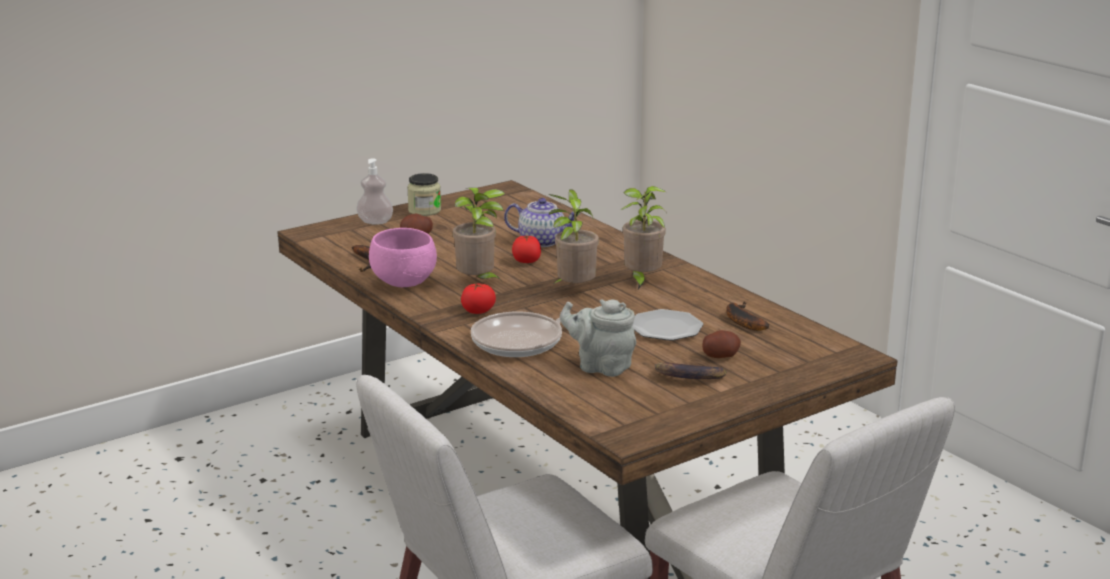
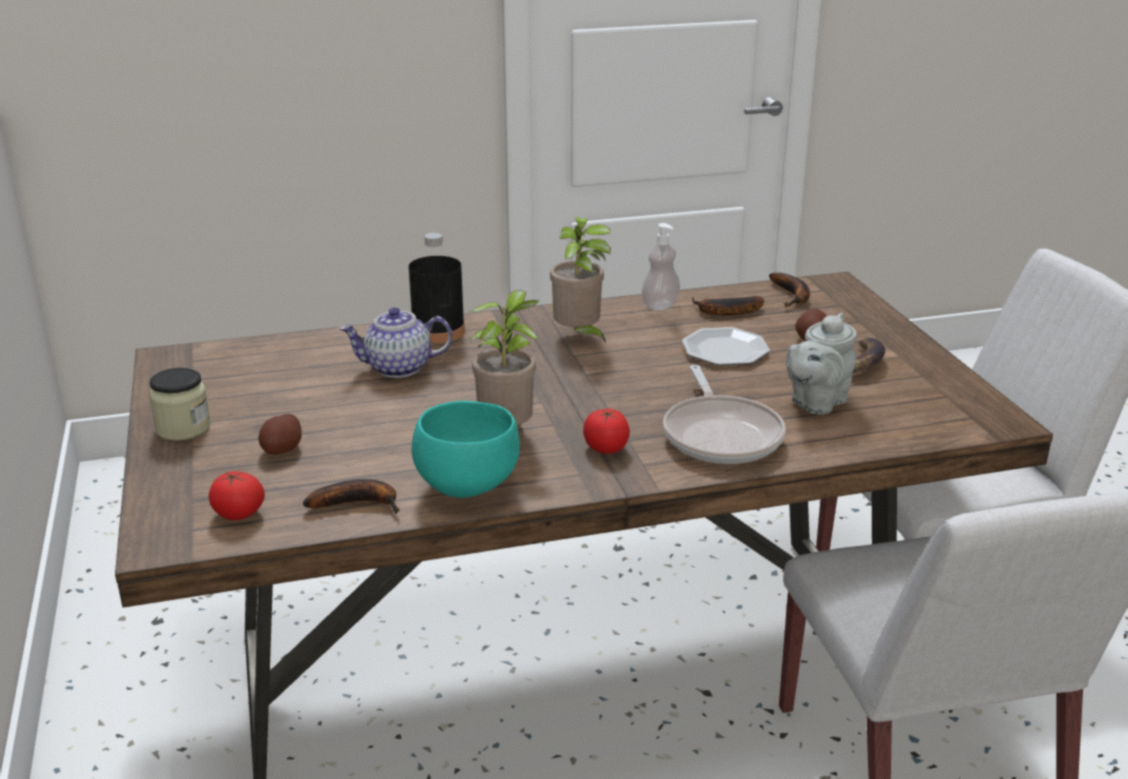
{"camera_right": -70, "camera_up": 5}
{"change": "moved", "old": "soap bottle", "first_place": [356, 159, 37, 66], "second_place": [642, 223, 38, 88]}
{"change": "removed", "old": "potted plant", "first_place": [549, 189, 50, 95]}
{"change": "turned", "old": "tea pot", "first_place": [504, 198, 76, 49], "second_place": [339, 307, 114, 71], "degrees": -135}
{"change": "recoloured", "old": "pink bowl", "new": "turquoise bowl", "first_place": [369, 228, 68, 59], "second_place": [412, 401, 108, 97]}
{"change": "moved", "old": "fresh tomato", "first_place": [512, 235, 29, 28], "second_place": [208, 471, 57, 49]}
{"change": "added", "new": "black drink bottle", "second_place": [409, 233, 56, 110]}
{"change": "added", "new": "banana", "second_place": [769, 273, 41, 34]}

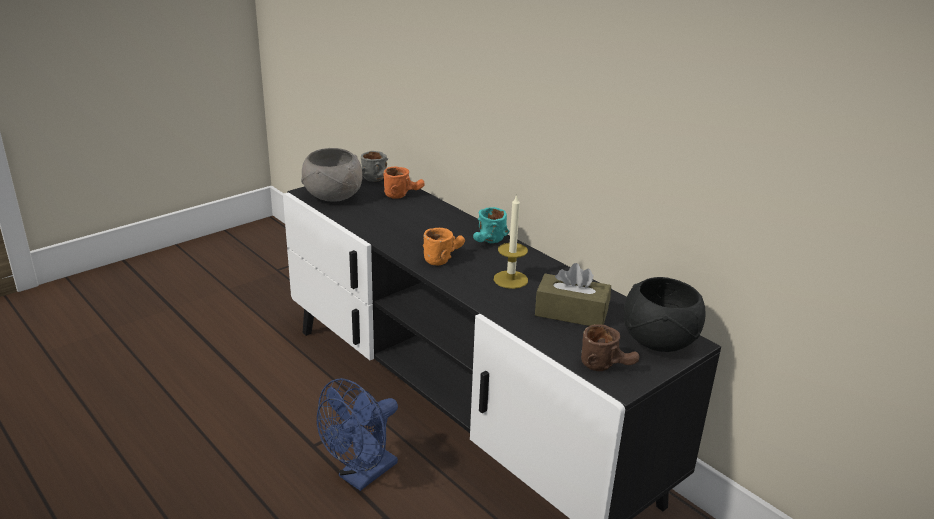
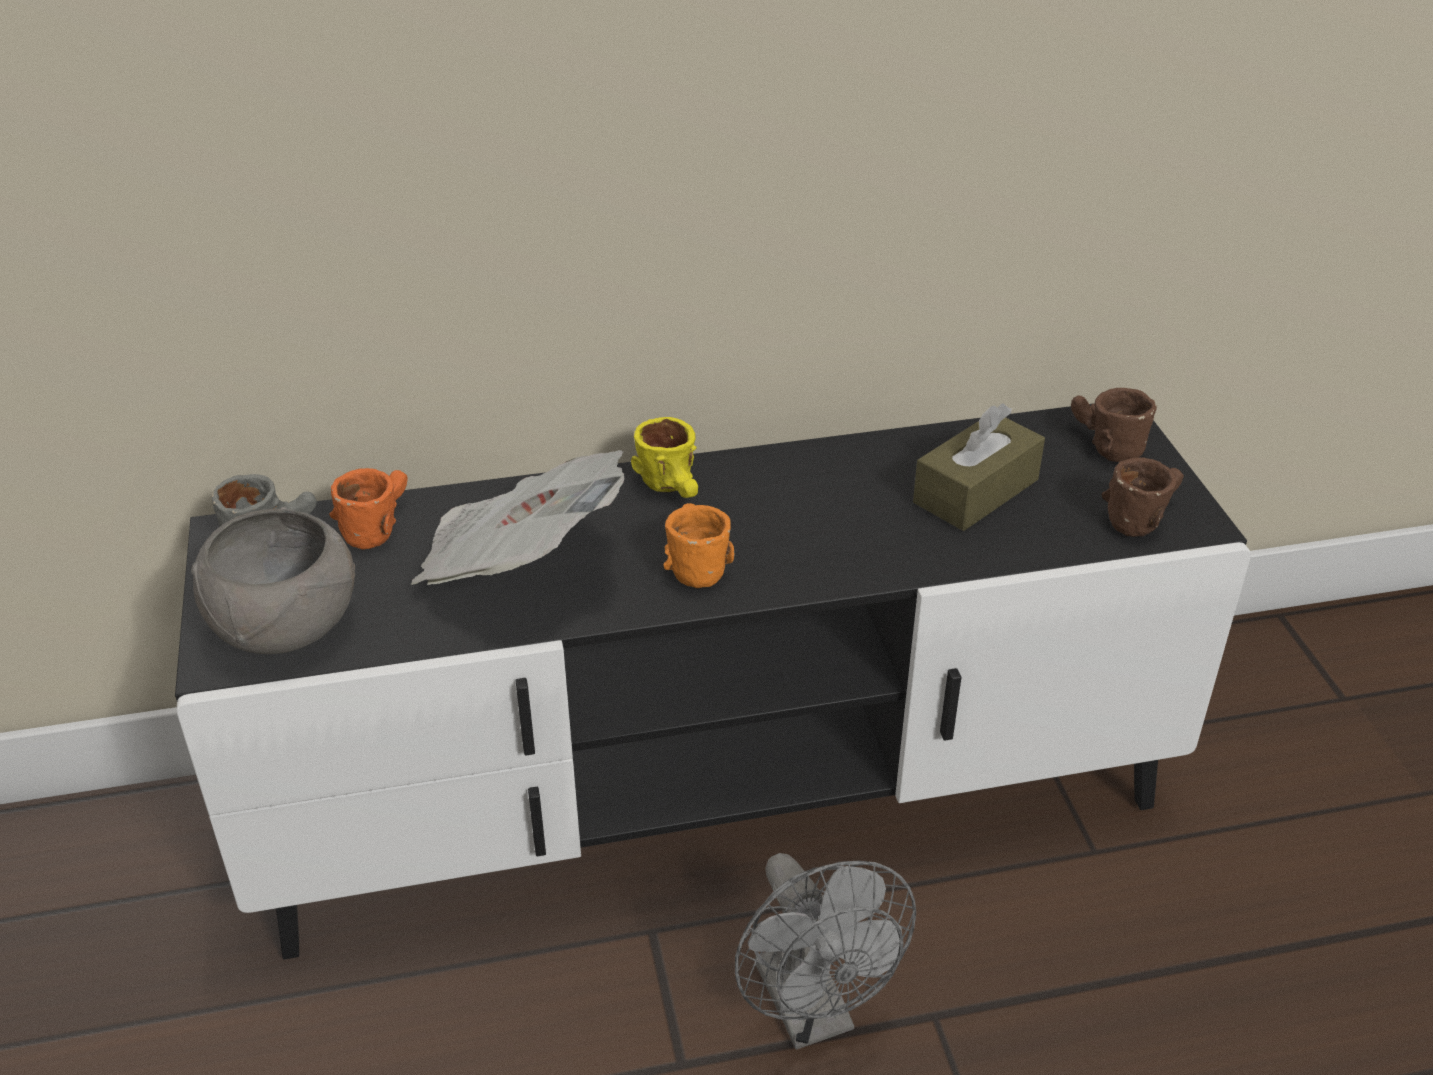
{"camera_right": -60, "camera_up": 10}
{"change": "removed", "old": "wax candle", "first_place": [494, 194, 34, 95]}
{"change": "recoloured", "old": "turquoise tea mug", "new": "yellowish tea mug", "first_place": [473, 207, 36, 36], "second_place": [631, 417, 67, 81]}
{"change": "replaced", "old": "black bowl", "new": "brown-coloured tea mug", "first_place": [623, 277, 83, 75], "second_place": [1071, 388, 86, 74]}
{"change": "recoloured", "old": "bluish cooling fan", "new": "grey cooling fan", "first_place": [317, 378, 81, 113], "second_place": [735, 853, 181, 197]}
{"change": "added", "new": "printed paper", "second_place": [410, 450, 215, 135]}

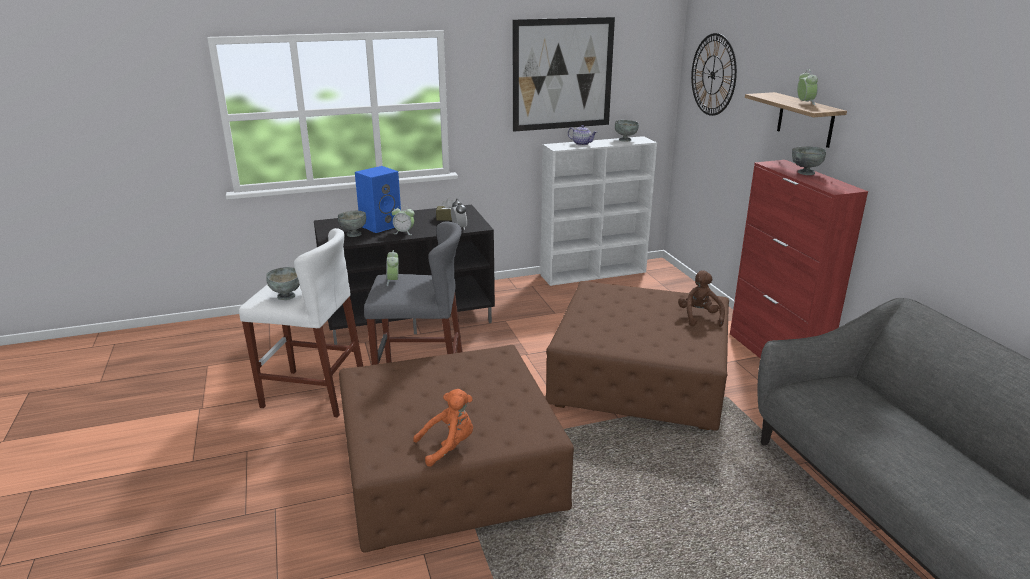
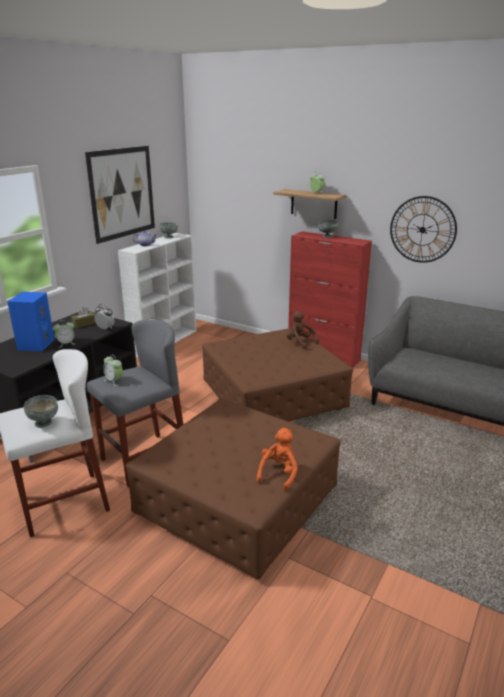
{"camera_right": -40, "camera_up": 0}
{"change": "moved", "old": "clock on the wall", "first_place": [691, 33, 46, 83], "second_place": [390, 196, 67, 67]}
{"change": "removed", "old": "grey bowl", "first_place": [338, 211, 28, 26]}

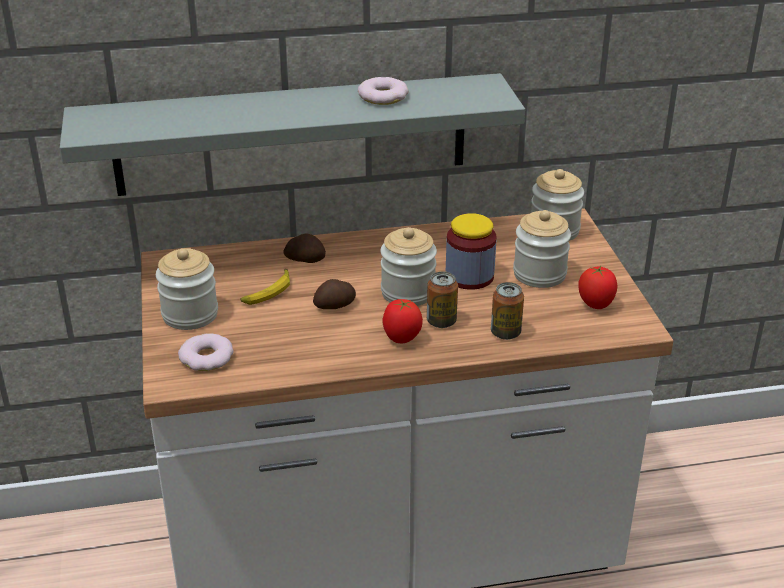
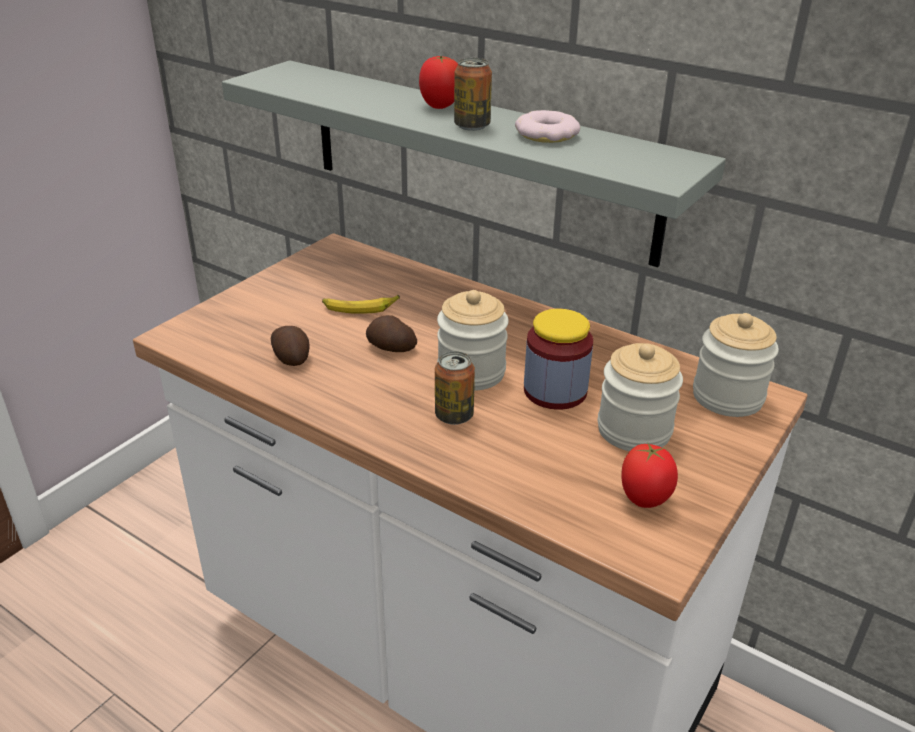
{"camera_right": 45, "camera_up": 0}
{"change": "moved", "old": "spud", "first_place": [284, 233, 42, 30], "second_place": [271, 326, 38, 40]}
{"change": "removed", "old": "storage jar", "first_place": [156, 248, 62, 82]}
{"change": "moved", "old": "sealed can", "first_place": [491, 282, 33, 58], "second_place": [454, 58, 38, 73]}
{"change": "moved", "old": "fresh tomato", "first_place": [383, 299, 40, 44], "second_place": [419, 56, 39, 53]}
{"change": "removed", "old": "donut", "first_place": [178, 333, 55, 38]}

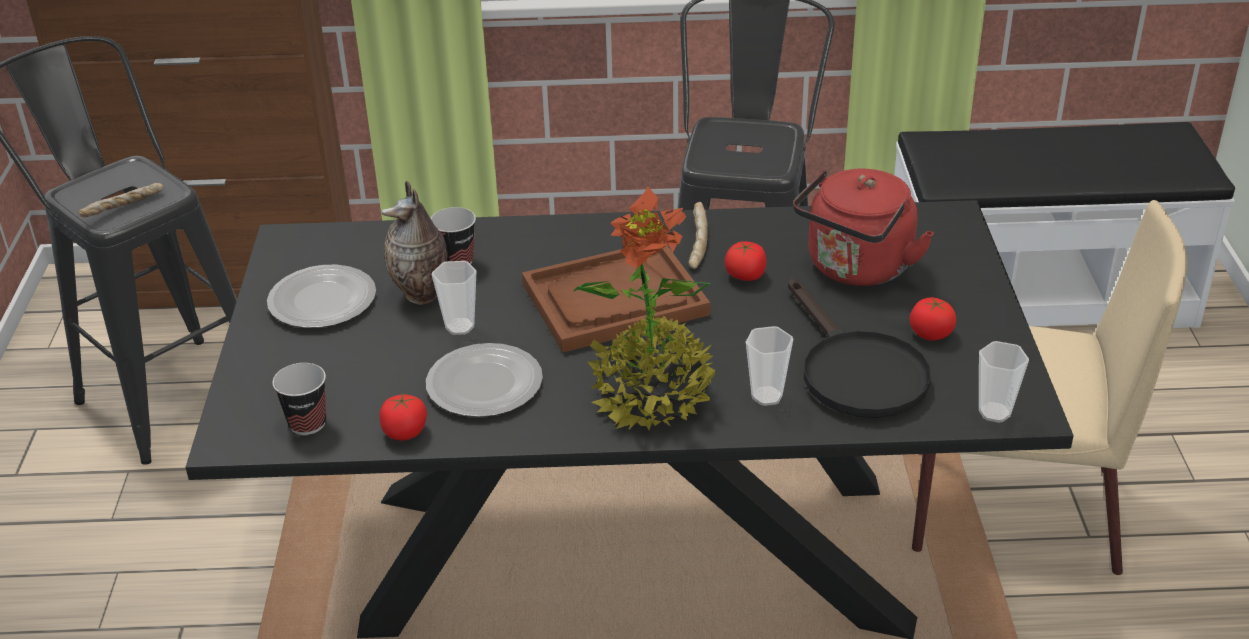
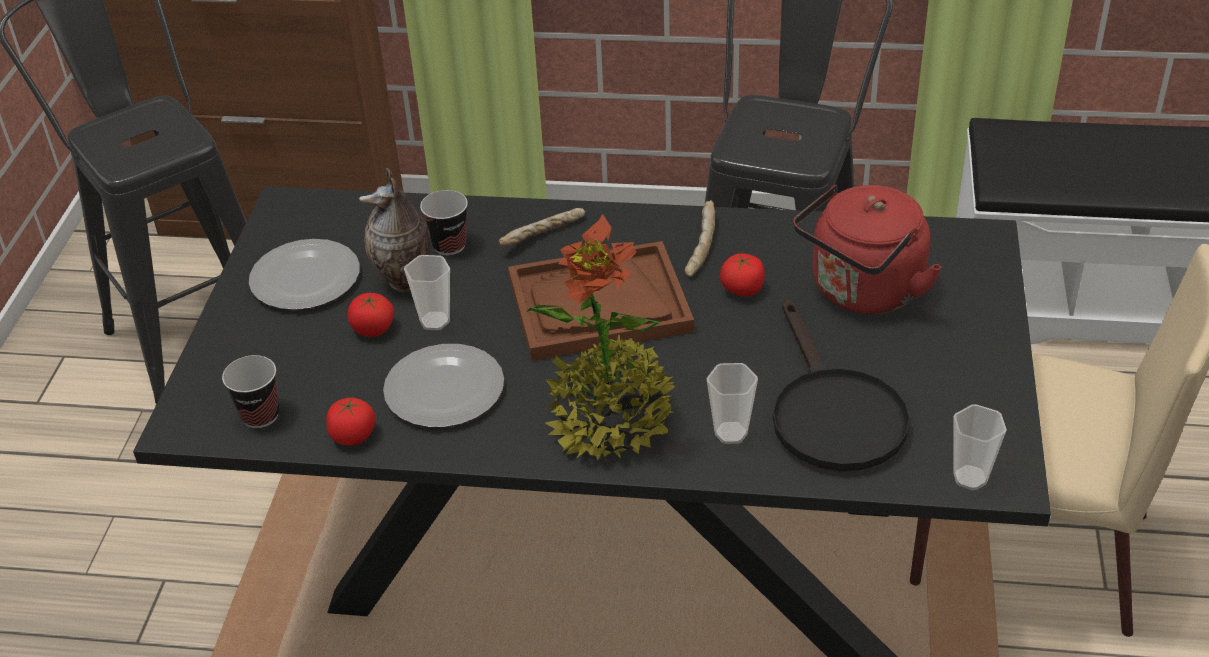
{"camera_right": 10, "camera_up": 5}
{"change": "moved", "old": "baked bread", "first_place": [79, 183, 85, 34], "second_place": [499, 208, 87, 39]}
{"change": "moved", "old": "fresh tomato", "first_place": [910, 297, 46, 44], "second_place": [347, 293, 47, 44]}

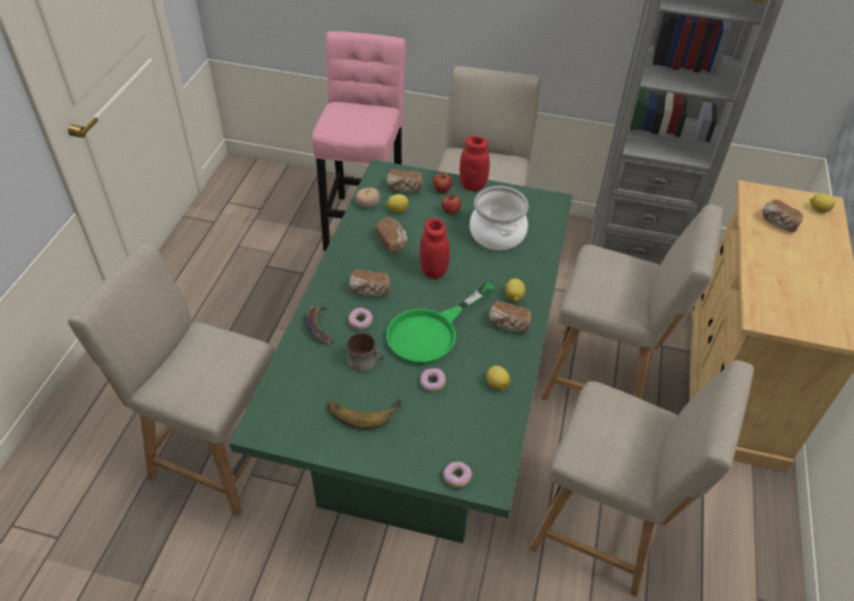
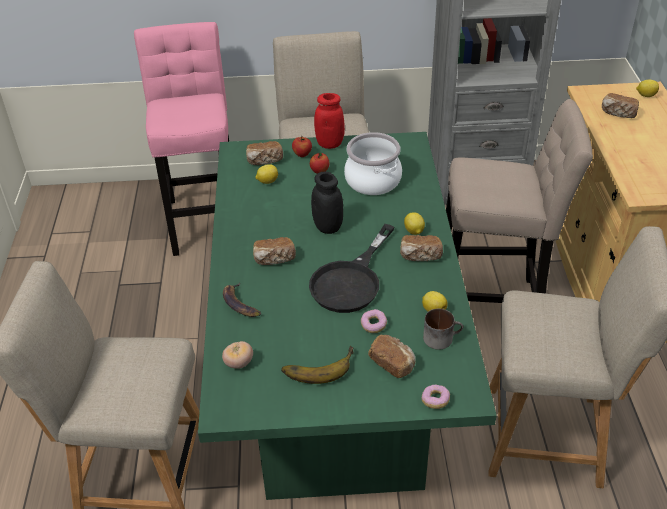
{"camera_right": -15, "camera_up": -5}
{"change": "moved", "old": "fresh tomato", "first_place": [356, 188, 24, 20], "second_place": [222, 341, 31, 28]}
{"change": "replaced", "old": "beige chair", "new": "beige stool seat", "first_place": [541, 204, 182, 197], "second_place": [446, 99, 147, 204]}
{"change": "moved", "old": "baked bread", "first_place": [375, 217, 32, 35], "second_place": [368, 335, 48, 43]}
{"change": "recoloured", "old": "red storage jar", "new": "black storage jar", "first_place": [420, 218, 30, 61], "second_place": [311, 172, 32, 62]}
{"change": "recoloured", "old": "green frying pan", "new": "black frying pan", "first_place": [386, 282, 109, 82], "second_place": [309, 224, 85, 89]}
{"change": "removed", "old": "donut", "first_place": [348, 308, 25, 22]}
{"change": "moved", "old": "tea mug", "first_place": [347, 333, 37, 39], "second_place": [423, 308, 40, 42]}

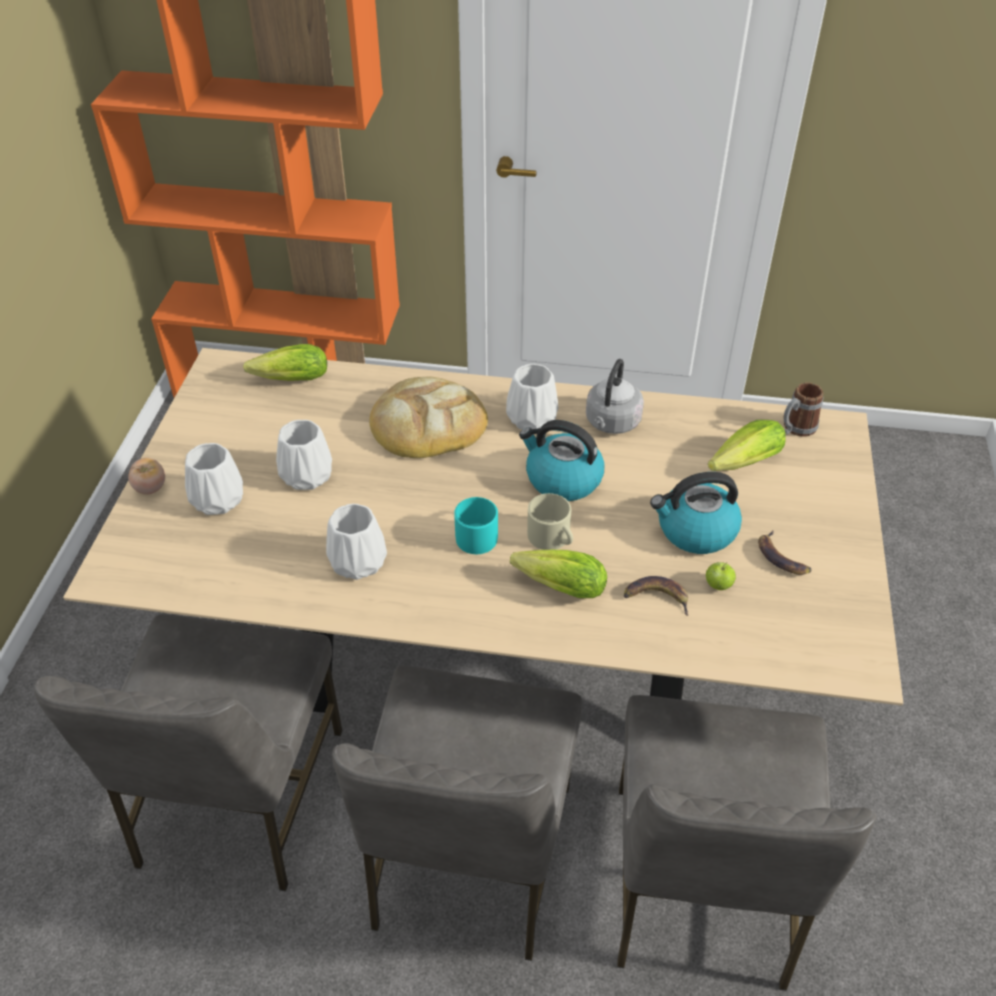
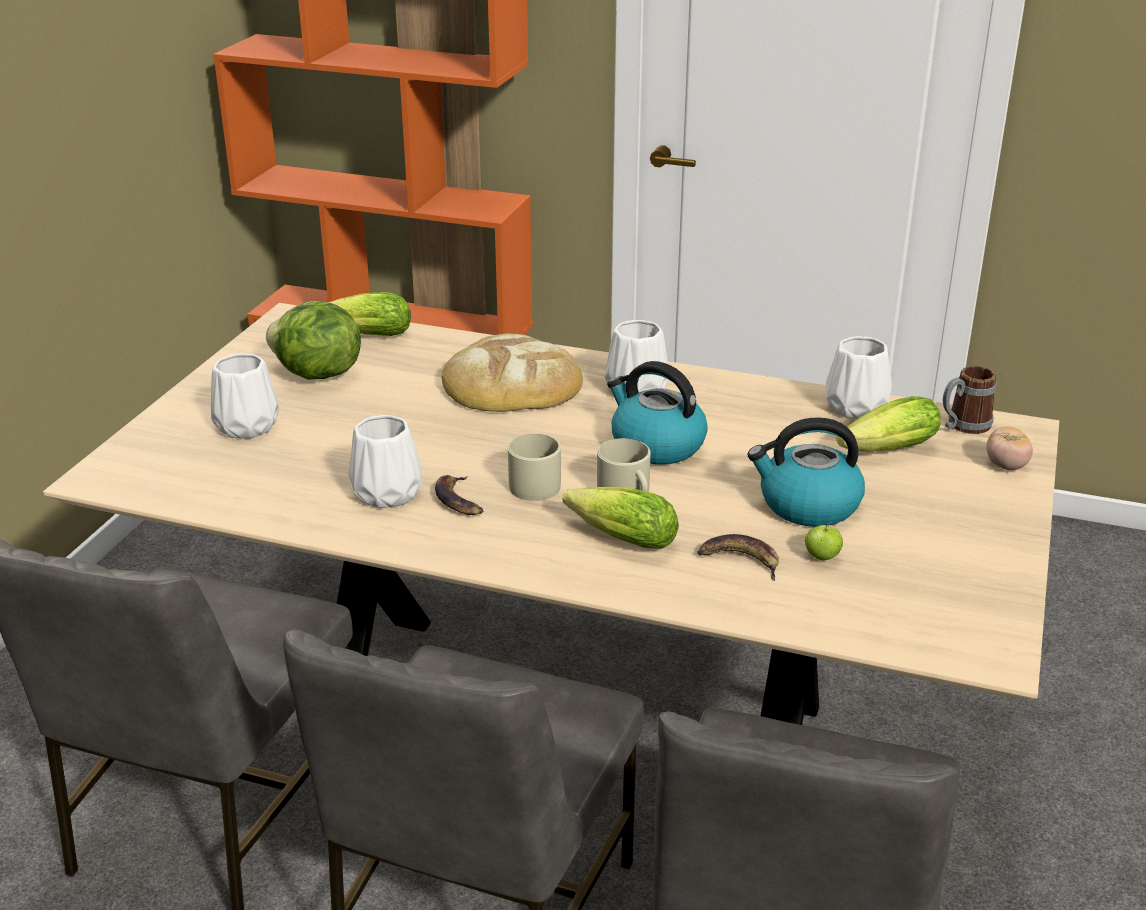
{"camera_right": 10, "camera_up": -15}
{"change": "removed", "old": "grey tea kettle", "first_place": [586, 359, 58, 75]}
{"change": "moved", "old": "white decorative vase", "first_place": [276, 420, 56, 70], "second_place": [826, 336, 66, 83]}
{"change": "moved", "old": "fresh tomato", "first_place": [128, 458, 37, 37], "second_place": [986, 426, 47, 44]}
{"change": "recoloured", "old": "turquoise tea mug", "new": "beige tea mug", "first_place": [454, 497, 44, 57], "second_place": [508, 434, 53, 67]}
{"change": "moved", "old": "banana", "first_place": [758, 531, 54, 44], "second_place": [435, 475, 48, 40]}
{"change": "added", "new": "lettuce", "second_place": [266, 301, 95, 78]}

